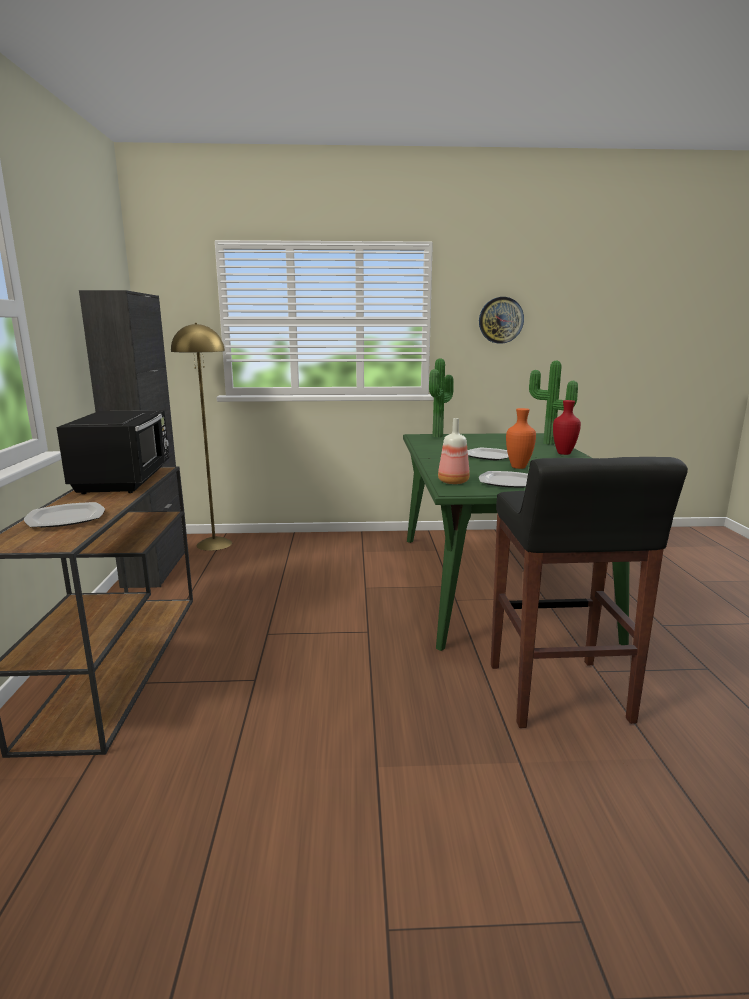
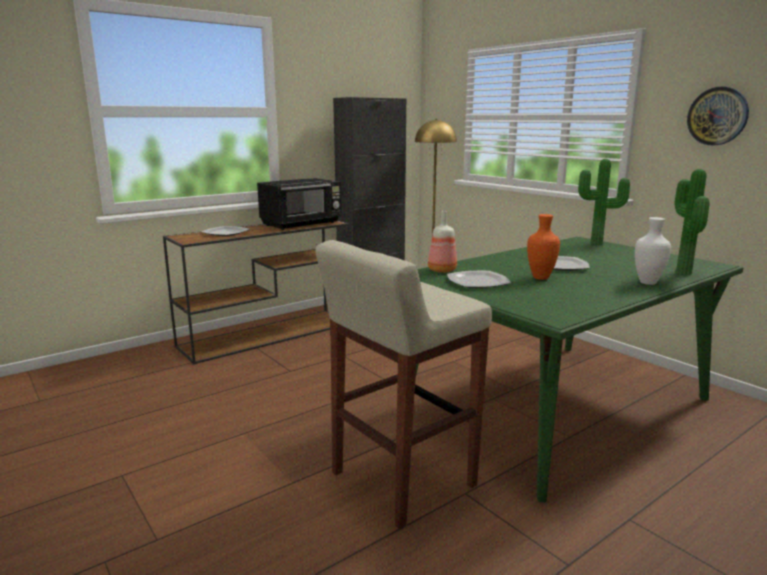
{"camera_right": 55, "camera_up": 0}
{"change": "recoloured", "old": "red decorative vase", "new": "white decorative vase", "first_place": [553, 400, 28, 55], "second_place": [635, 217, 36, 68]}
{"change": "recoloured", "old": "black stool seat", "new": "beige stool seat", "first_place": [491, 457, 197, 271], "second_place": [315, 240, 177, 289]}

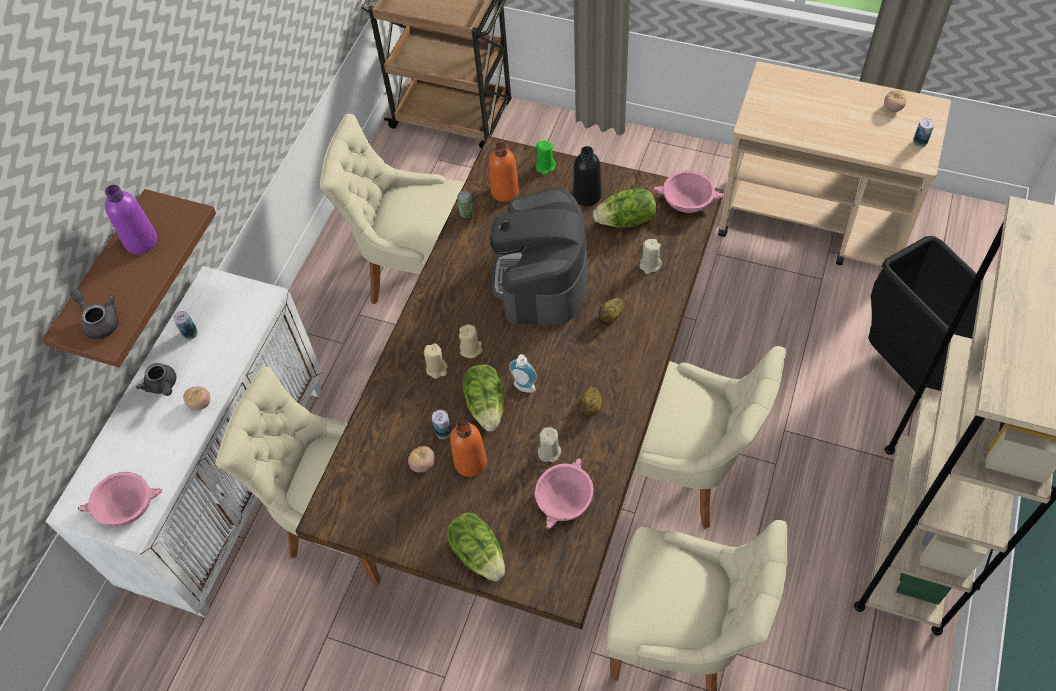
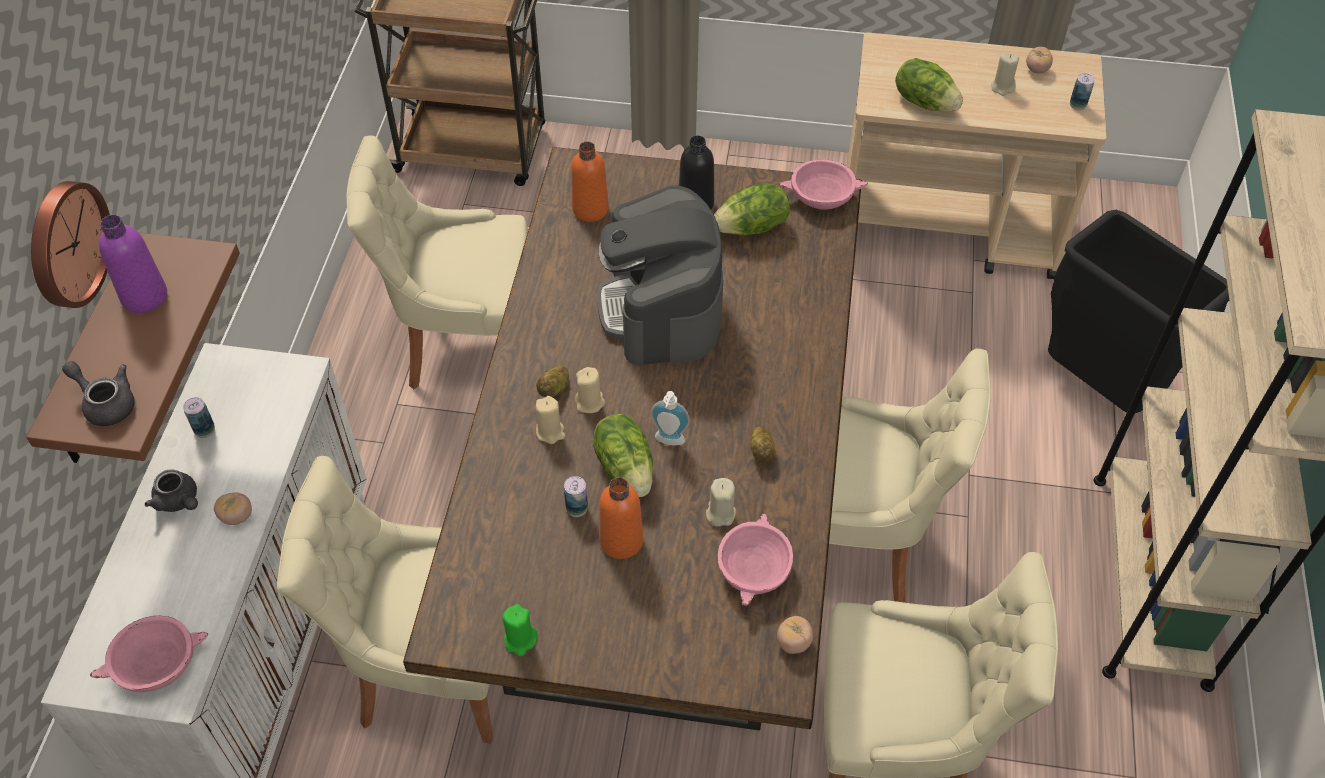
{"camera_right": -15, "camera_up": -5}
{"change": "moved", "old": "green wax candle", "first_place": [536, 140, 20, 35], "second_place": [502, 604, 35, 52]}
{"change": "removed", "old": "sealed can", "first_place": [457, 191, 17, 27]}
{"change": "moved", "old": "beige wax candle", "first_place": [639, 239, 23, 35], "second_place": [991, 53, 28, 43]}
{"change": "moved", "old": "spud", "first_place": [598, 298, 25, 24], "second_place": [536, 366, 33, 31]}
{"change": "moved", "old": "fresh tomato", "first_place": [408, 446, 27, 26], "second_place": [777, 616, 36, 38]}
{"change": "moved", "old": "lettuce", "first_place": [447, 512, 58, 69], "second_place": [895, 58, 68, 53]}
{"change": "added", "new": "clock on the wall", "second_place": [31, 181, 79, 127]}

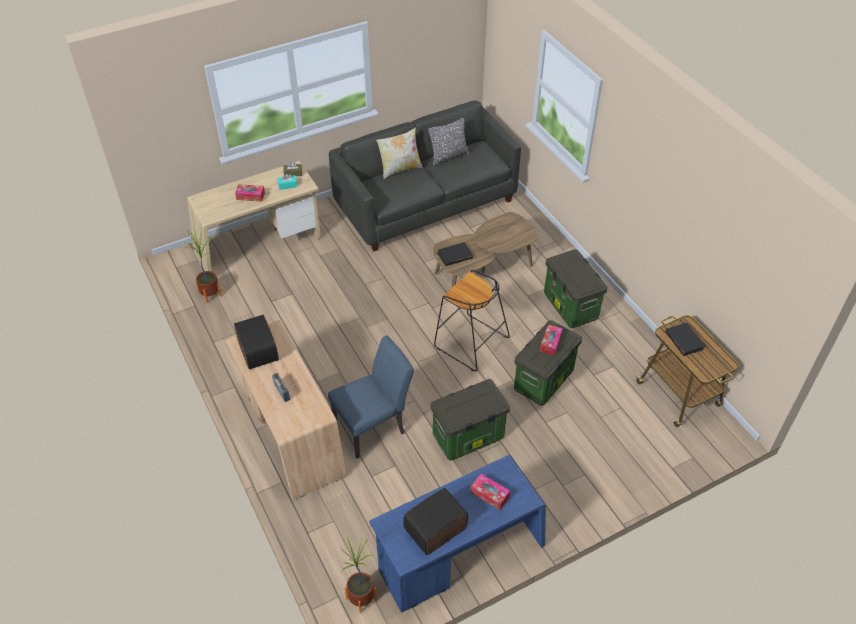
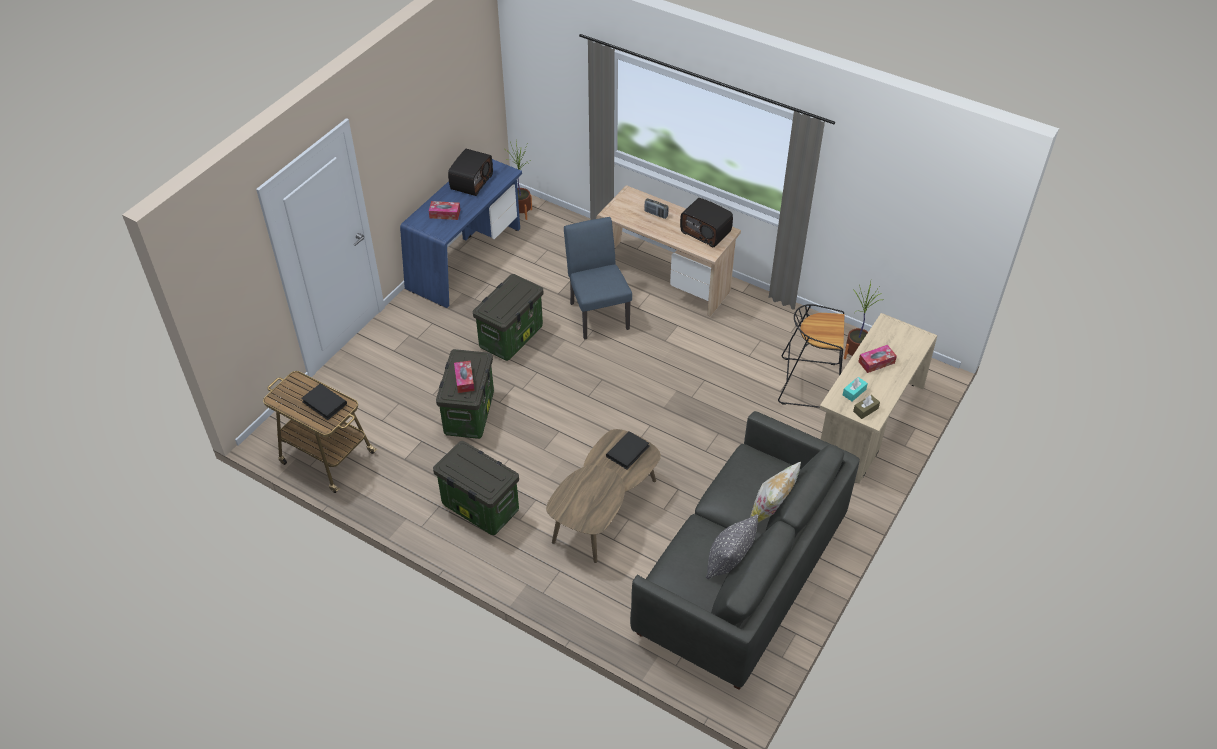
{"camera_right": 150, "camera_up": 0}
{"change": "moved", "old": "black stool seat", "first_place": [434, 270, 76, 101], "second_place": [778, 304, 67, 104]}
{"change": "turned", "old": "bluish chair", "first_place": [328, 336, 86, 123], "second_place": [564, 217, 68, 123], "degrees": 135}

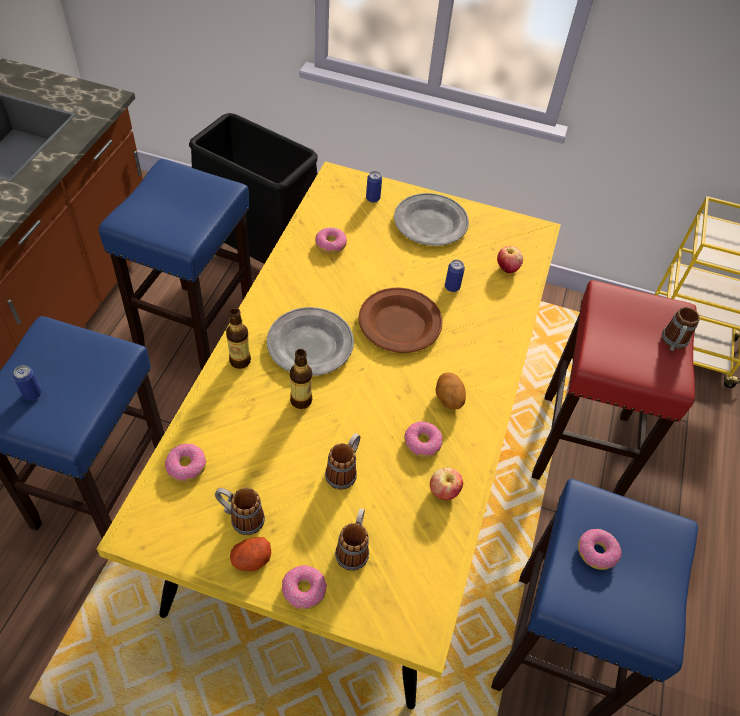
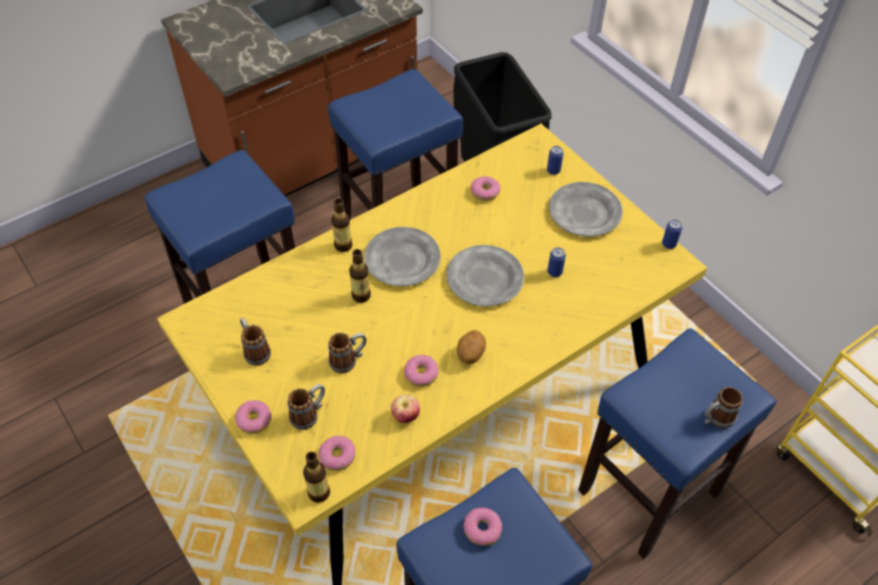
{"camera_right": 40, "camera_up": 0}
{"change": "removed", "old": "whole apple", "first_place": [497, 246, 26, 27]}
{"change": "recoloured", "old": "red stool seat", "new": "bluish stool seat", "first_place": [532, 280, 165, 216], "second_place": [578, 328, 199, 231]}
{"change": "recoloured", "old": "brown-coloured flat dish", "new": "grey flat dish", "first_place": [358, 288, 85, 65], "second_place": [446, 245, 78, 61]}
{"change": "moved", "old": "sealed can", "first_place": [13, 365, 29, 35], "second_place": [662, 219, 20, 30]}
{"change": "moved", "old": "donut", "first_place": [165, 444, 41, 38], "second_place": [318, 436, 37, 35]}
{"change": "removed", "old": "spud", "first_place": [230, 537, 41, 35]}
{"change": "added", "new": "drink bottle", "second_place": [303, 452, 27, 51]}

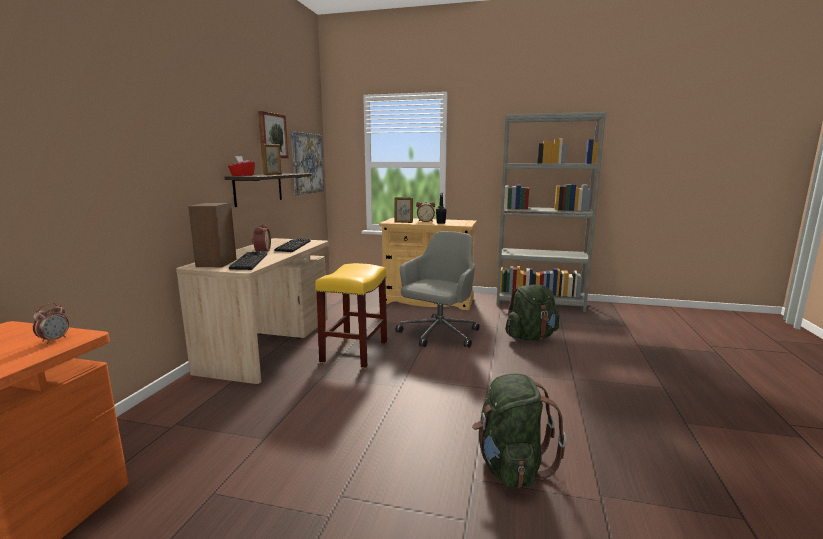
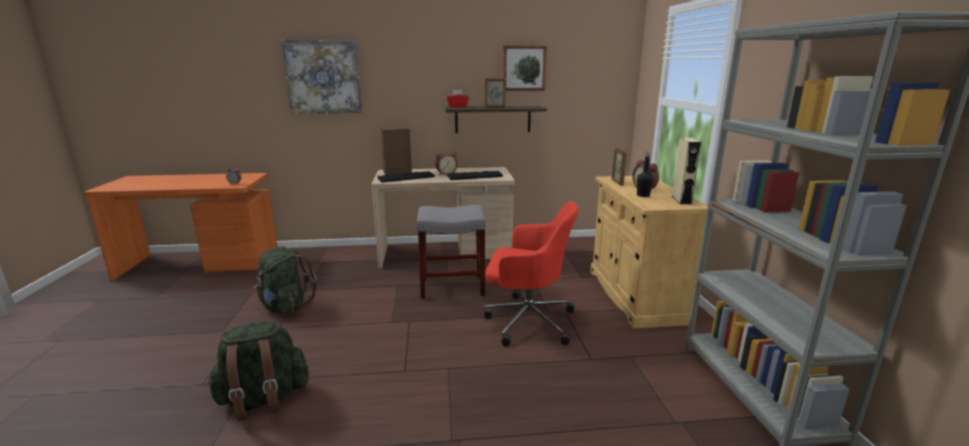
{"camera_right": 70, "camera_up": 5}
{"change": "moved", "old": "wall art", "first_place": [291, 132, 33, 63], "second_place": [282, 40, 80, 74]}
{"change": "recoloured", "old": "grey computer chair", "new": "red computer chair", "first_place": [396, 231, 84, 117], "second_place": [484, 201, 95, 145]}
{"change": "recoloured", "old": "yellowish stool seat", "new": "grey stool seat", "first_place": [315, 263, 72, 106], "second_place": [417, 205, 69, 94]}
{"change": "moved", "old": "green knapsack", "first_place": [505, 284, 54, 57], "second_place": [252, 246, 65, 68]}
{"change": "added", "new": "beige speaker", "second_place": [672, 137, 29, 68]}

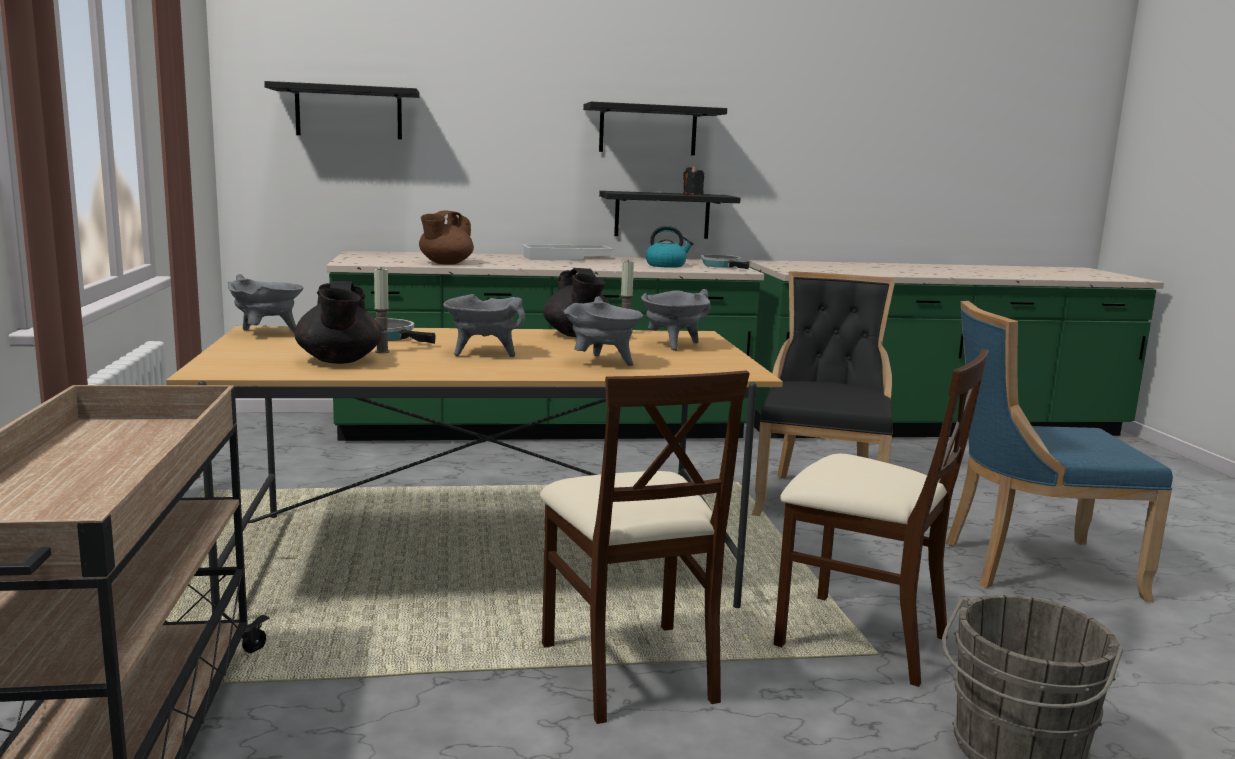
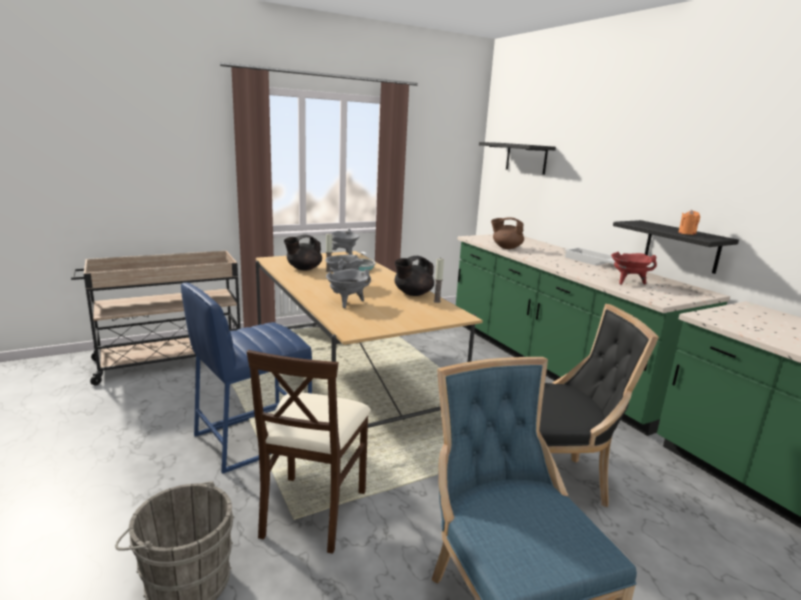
{"camera_right": 70, "camera_up": 5}
{"change": "removed", "old": "black shelf", "first_place": [583, 102, 144, 54]}
{"change": "recoloured", "old": "black wax candle", "new": "orange-coloured wax candle", "first_place": [683, 166, 21, 29], "second_place": [678, 210, 22, 25]}
{"change": "replaced", "old": "tea kettle", "new": "red stockpot", "first_place": [645, 226, 49, 42], "second_place": [611, 252, 46, 33]}
{"change": "removed", "old": "frying pan", "first_place": [701, 255, 48, 14]}
{"change": "removed", "old": "grey stockpot", "first_place": [641, 289, 70, 62]}
{"change": "replaced", "old": "beige chair", "new": "bluish stool seat", "first_place": [540, 371, 209, 353], "second_place": [181, 282, 131, 192]}

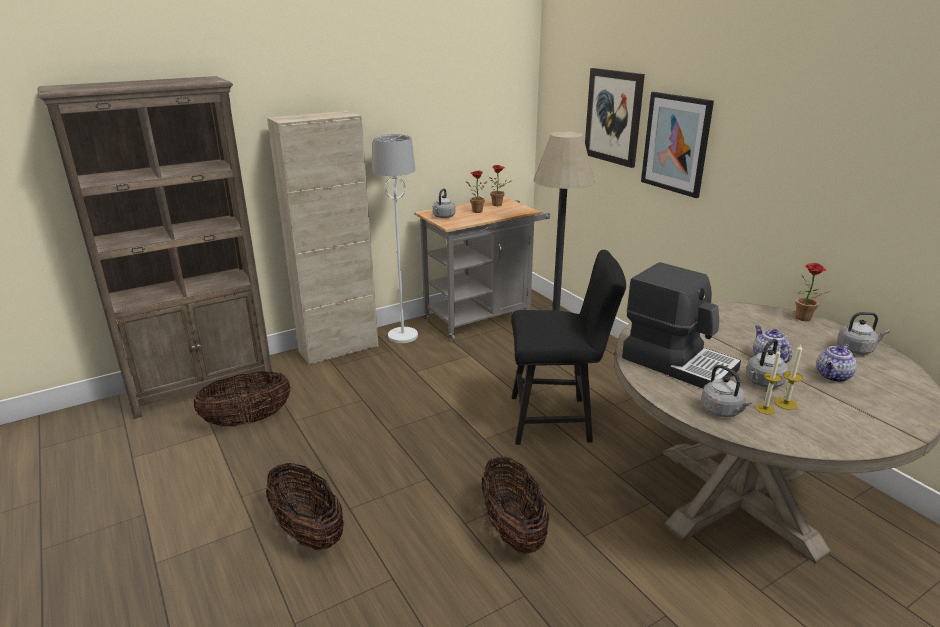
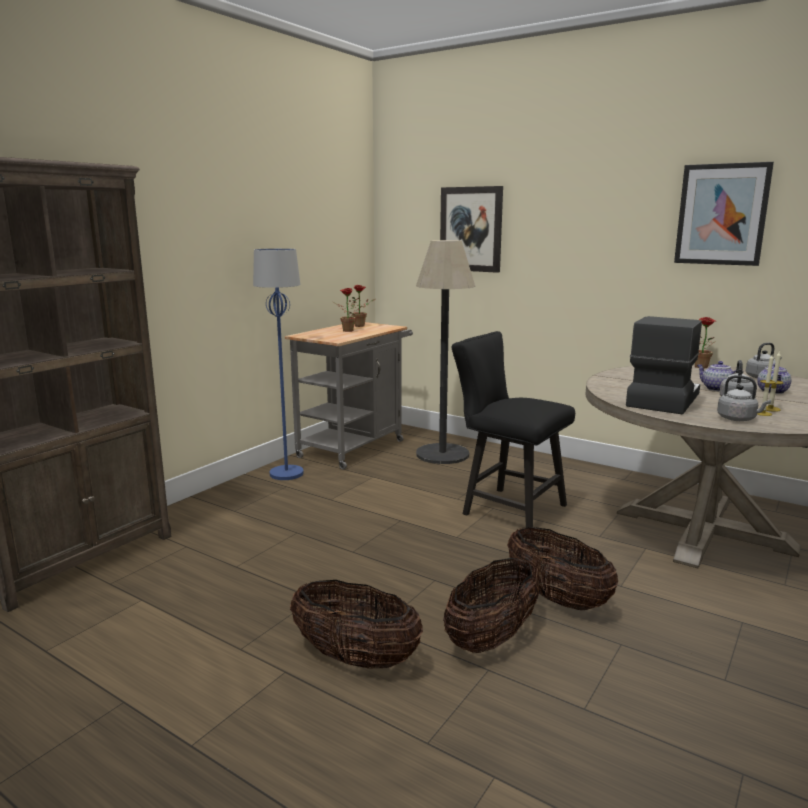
{"camera_right": -25, "camera_up": -10}
{"change": "moved", "old": "wall art", "first_place": [641, 92, 73, 106], "second_place": [674, 162, 100, 104]}
{"change": "removed", "old": "beige cabinet", "first_place": [267, 111, 112, 255]}
{"change": "recoloured", "old": "white standing lamp", "new": "bluish standing lamp", "first_place": [372, 134, 46, 209], "second_place": [253, 248, 51, 232]}
{"change": "removed", "old": "grey tea kettle", "first_place": [433, 188, 22, 30]}
{"change": "turned", "old": "black chair", "first_place": [511, 250, 115, 195], "second_place": [452, 331, 123, 201], "degrees": -120}
{"change": "turned", "old": "coffee machine", "first_place": [622, 262, 119, 127], "second_place": [626, 316, 76, 98], "degrees": -75}
{"change": "moved", "old": "household basket", "first_place": [194, 371, 97, 55], "second_place": [443, 558, 96, 95]}

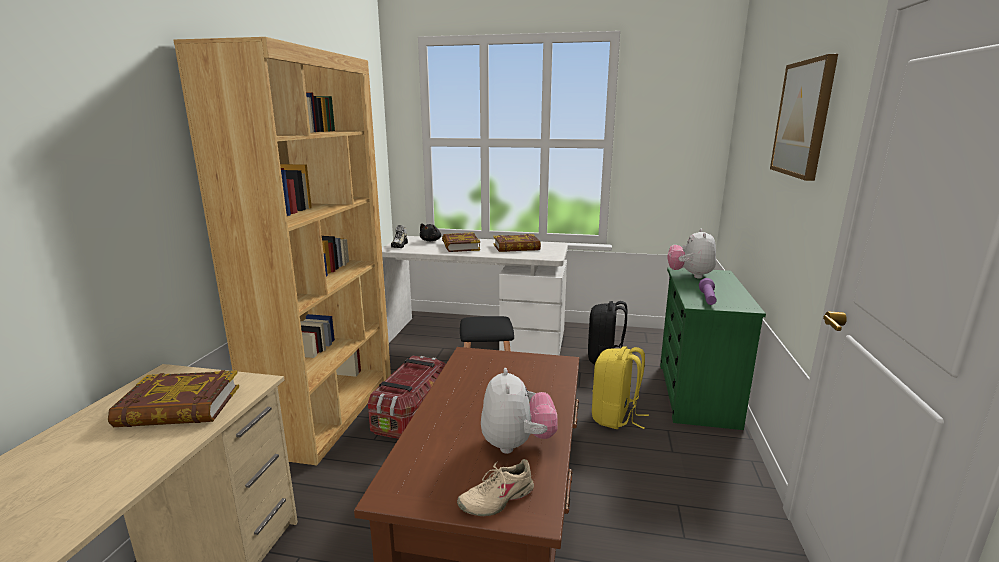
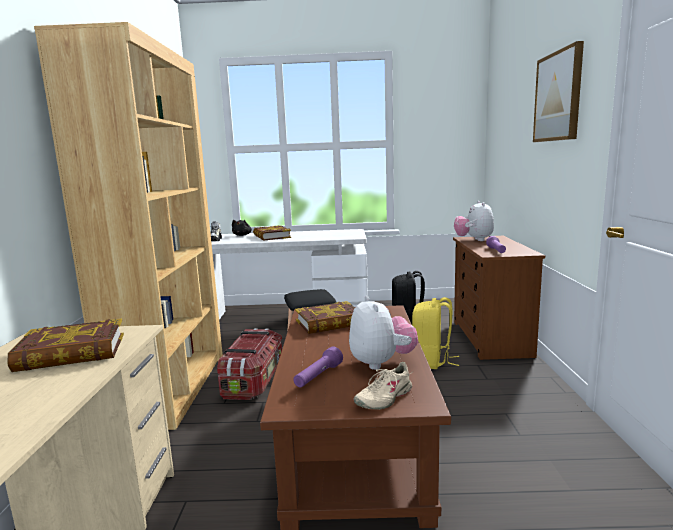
{"camera_right": -10, "camera_up": -5}
{"change": "moved", "old": "bound book", "first_place": [493, 234, 48, 18], "second_place": [295, 301, 60, 33]}
{"change": "recoloured", "old": "green dresser", "new": "brown-coloured dresser", "first_place": [660, 268, 106, 162], "second_place": [453, 236, 92, 124]}
{"change": "added", "new": "purplish hand torch", "second_place": [293, 347, 50, 40]}

